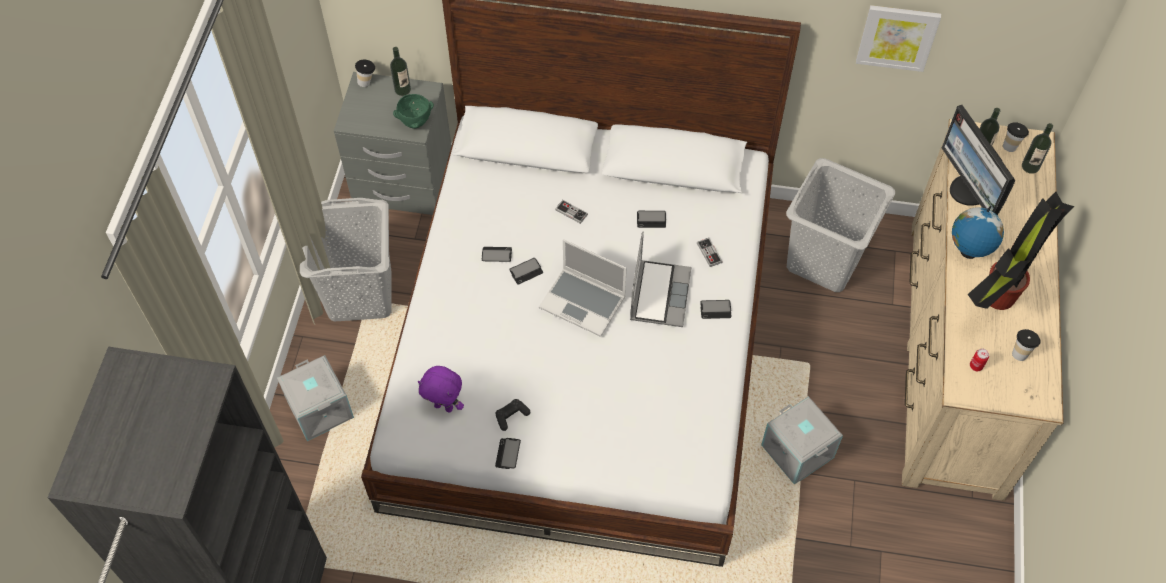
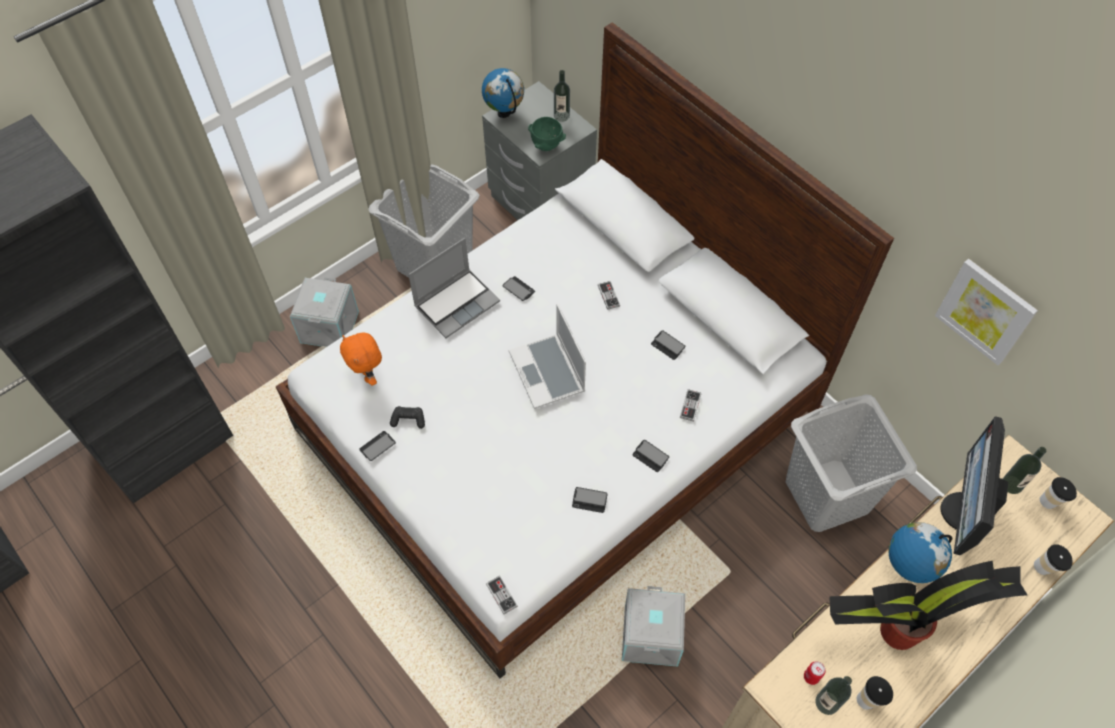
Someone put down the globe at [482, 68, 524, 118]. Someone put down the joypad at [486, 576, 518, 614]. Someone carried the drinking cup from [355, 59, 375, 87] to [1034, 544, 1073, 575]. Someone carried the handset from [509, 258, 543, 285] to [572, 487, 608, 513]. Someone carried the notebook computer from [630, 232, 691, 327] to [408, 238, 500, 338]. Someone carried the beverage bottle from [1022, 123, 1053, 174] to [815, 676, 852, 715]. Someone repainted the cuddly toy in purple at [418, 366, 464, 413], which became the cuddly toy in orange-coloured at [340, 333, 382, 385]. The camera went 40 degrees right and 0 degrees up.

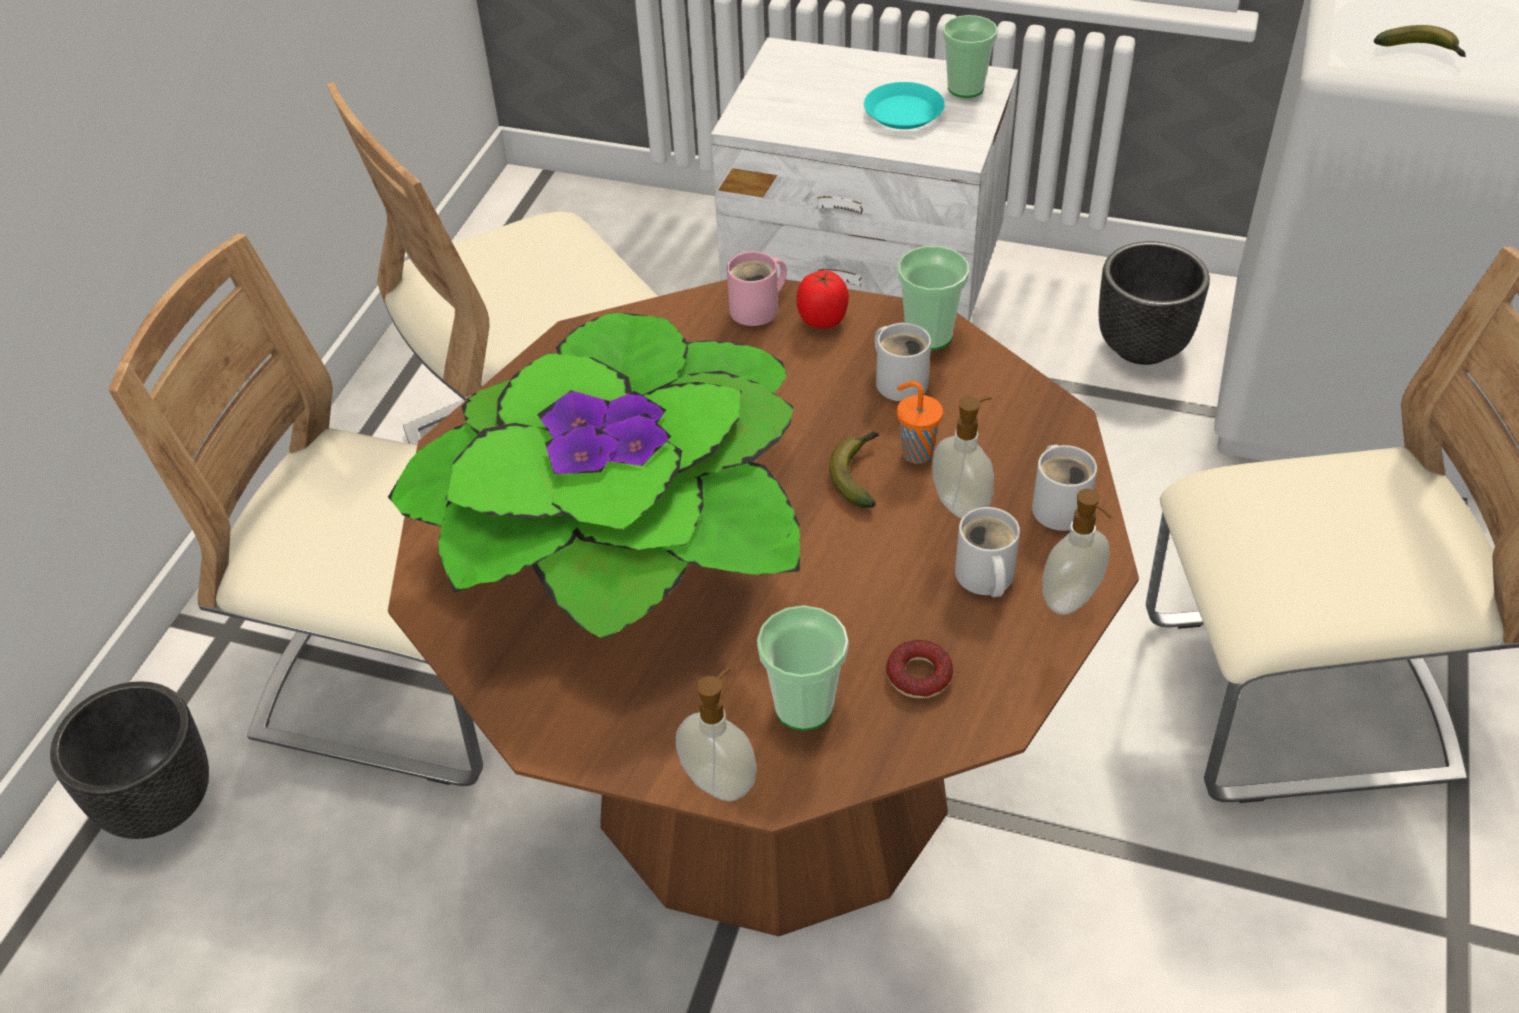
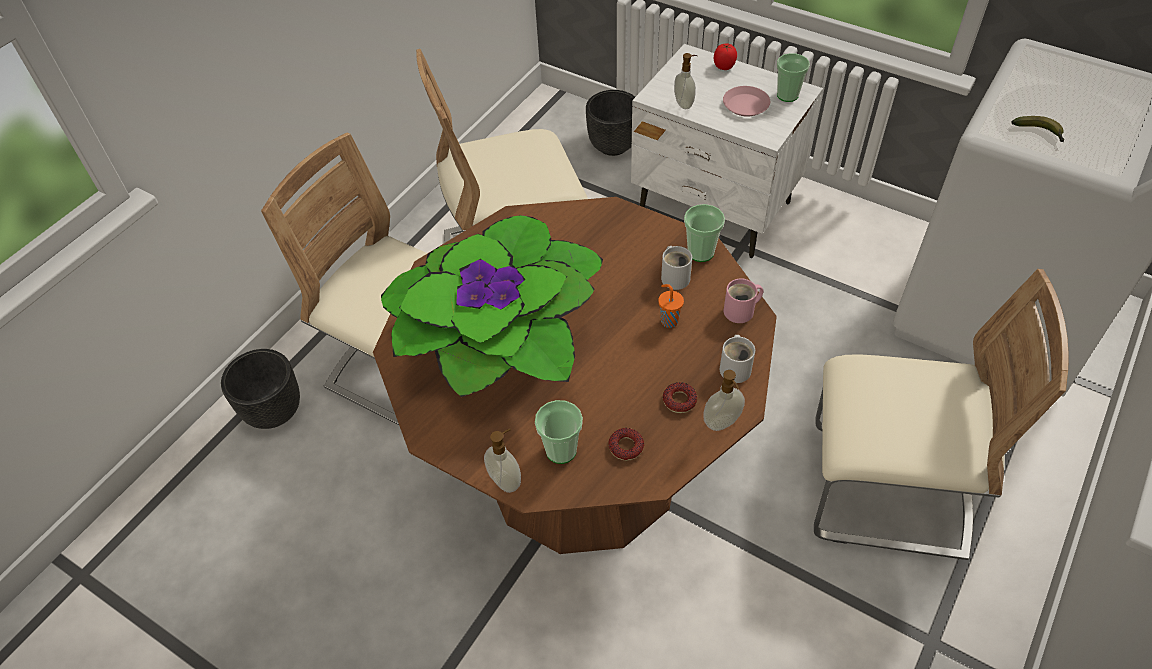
Someone took away the whole banana at [829, 432, 879, 508]. Someone carried the coffee mug in pinkish from [727, 251, 787, 326] to [724, 278, 763, 323]. Someone carried the fresh tomato from [797, 270, 849, 329] to [714, 43, 737, 70]. Someone carried the soap bottle from [932, 396, 994, 519] to [674, 53, 698, 109]. Someone carried the flower pot in black from [1098, 241, 1210, 365] to [586, 90, 635, 156]. Someone swapped the coffee mug in white-coloured at [955, 507, 1020, 597] for the donut at [663, 382, 697, 413]. Someone repainted the plate in turquoise-coloured at [864, 82, 945, 129], which became the plate in pinkish at [723, 86, 770, 117]. The camera went 15 degrees right and 5 degrees up.

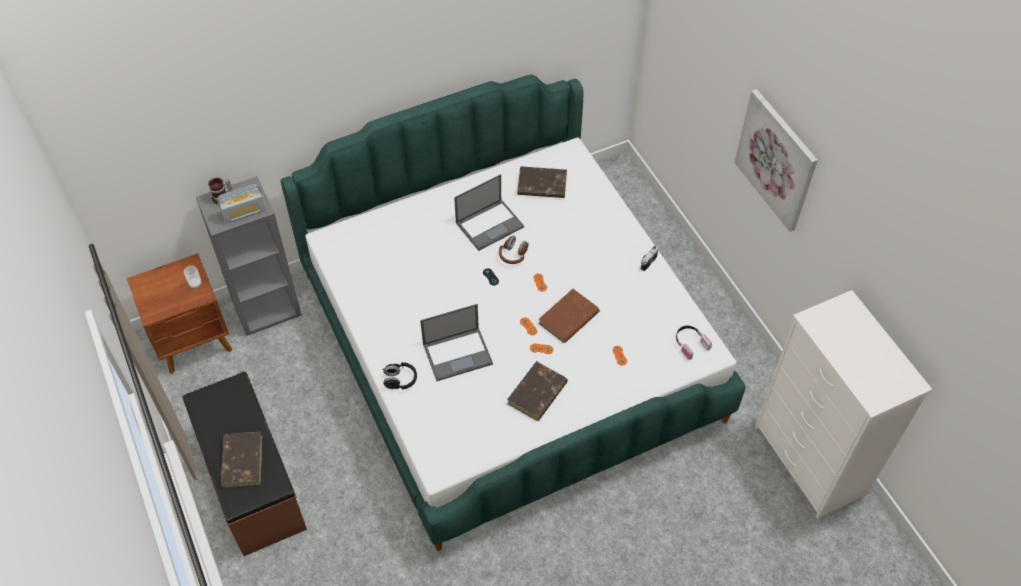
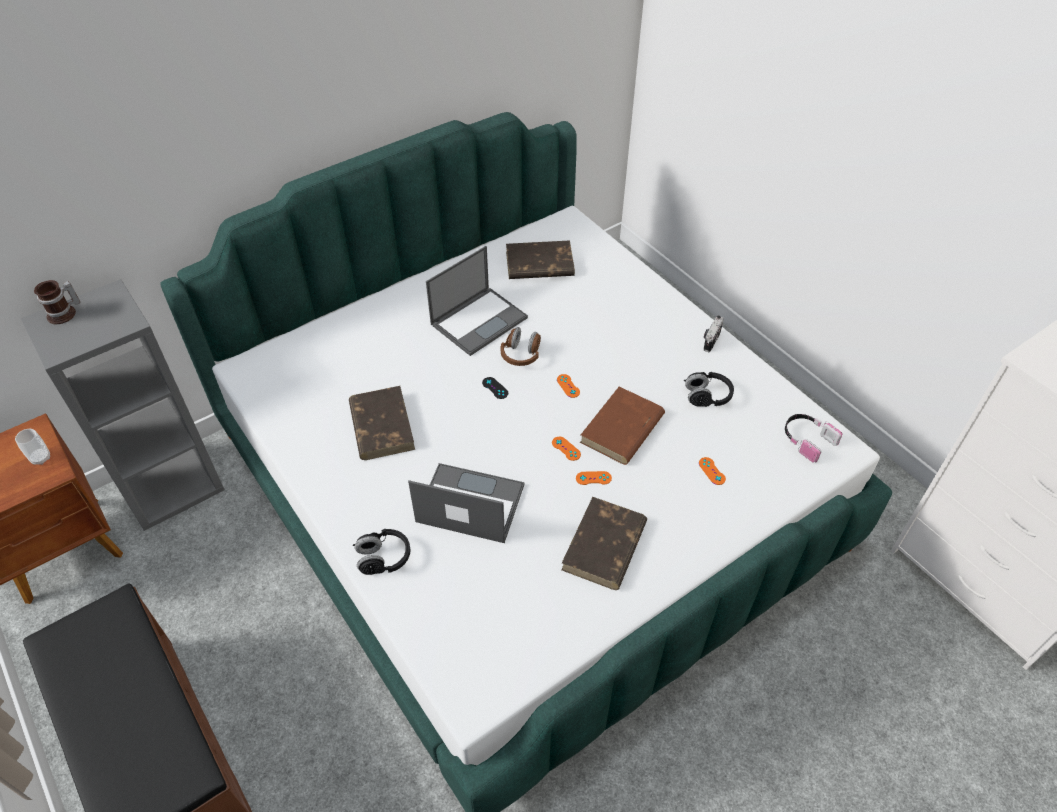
Someone took away the radio receiver at [217, 184, 266, 223]. Someone took away the picture at [734, 89, 818, 232]. Someone put down the pair of headphones in black at [684, 372, 734, 407]. Someone carried the bound book in brown from [220, 431, 262, 488] to [349, 386, 415, 460]. Someone rotated the notebook computer at [420, 304, 493, 381] by 135 degrees counterclockwise. The camera went 10 degrees left and 5 degrees down.

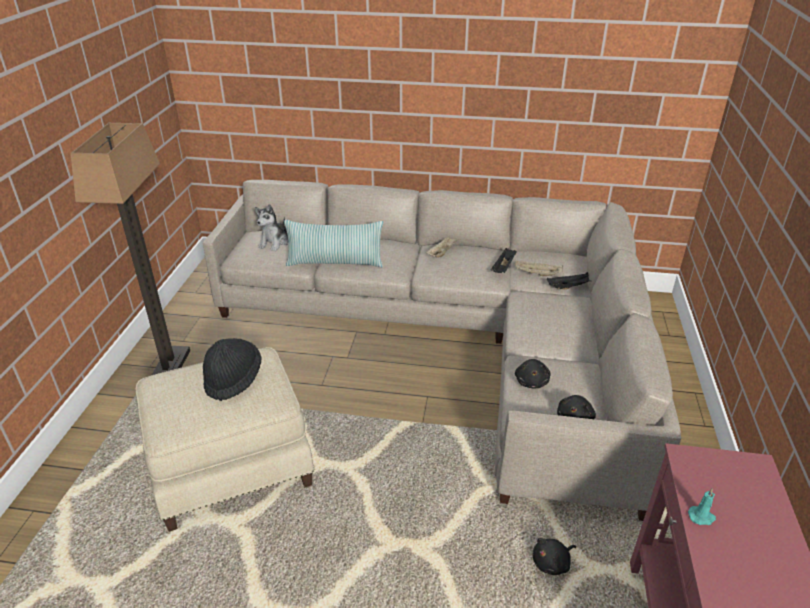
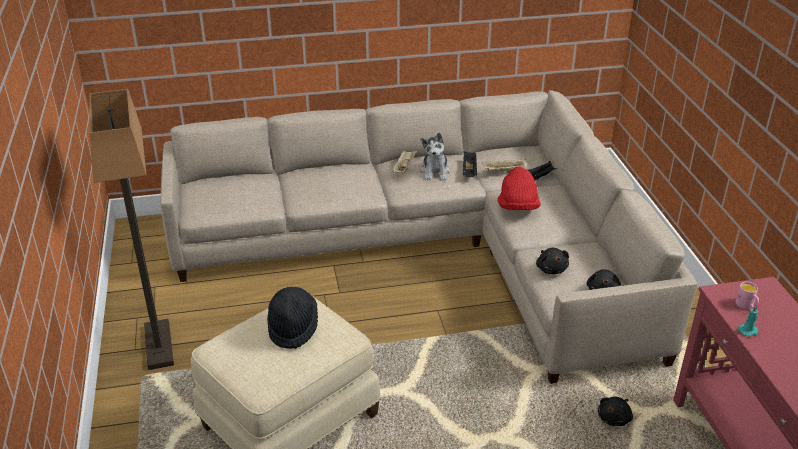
Someone took away the cushion at [284, 220, 383, 267]. Someone put down the hat in red-coloured at [498, 166, 541, 210]. Someone put down the coffee mug in pinkish at [736, 282, 759, 309]. Someone carried the cuddly toy from [255, 204, 289, 251] to [420, 133, 450, 181]. The camera went 20 degrees left and 0 degrees up.

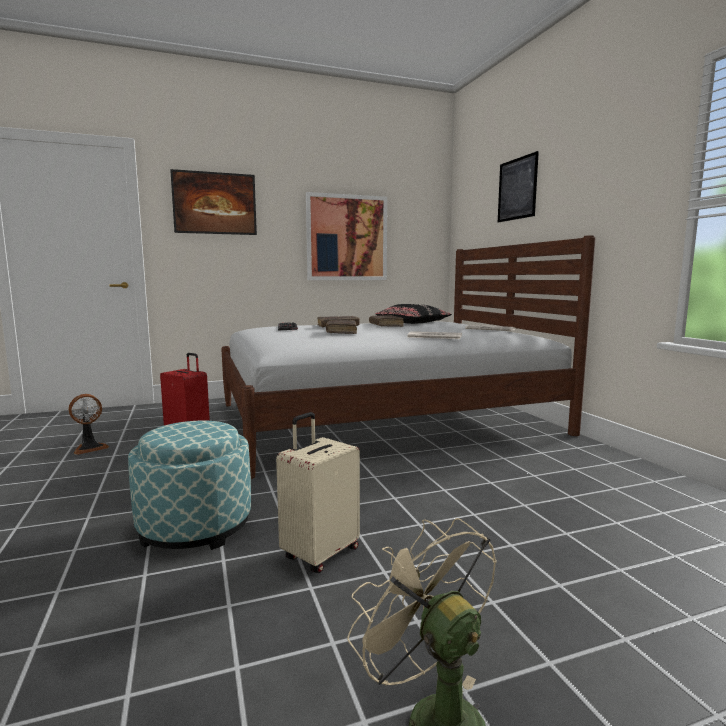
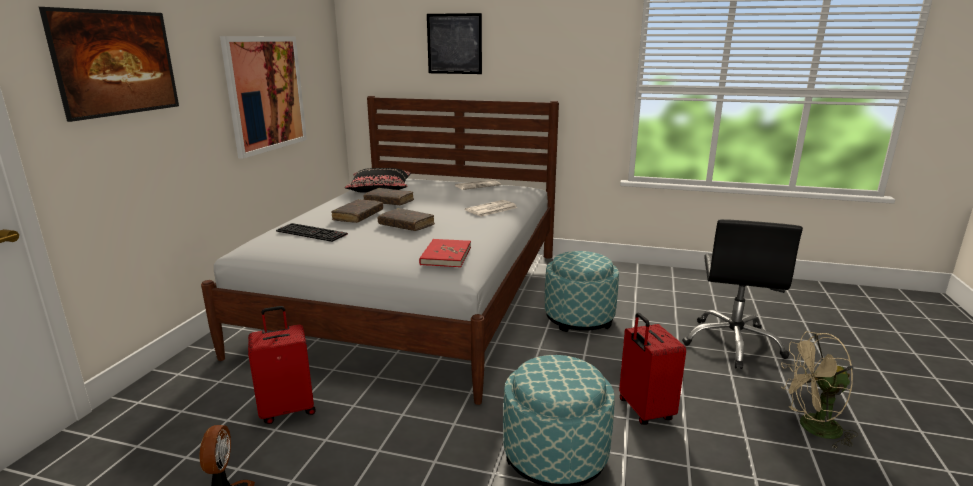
Someone put down the bound book in red-coloured at [419, 239, 471, 267]. Someone put down the ottoman at [545, 251, 619, 332]. Someone put down the desk chair in black at [682, 219, 803, 369]. Someone repainted the suitcase in sand-coloured at [276, 412, 360, 573], which became the suitcase in red-coloured at [619, 313, 686, 425]. The camera went 55 degrees left and 10 degrees up.

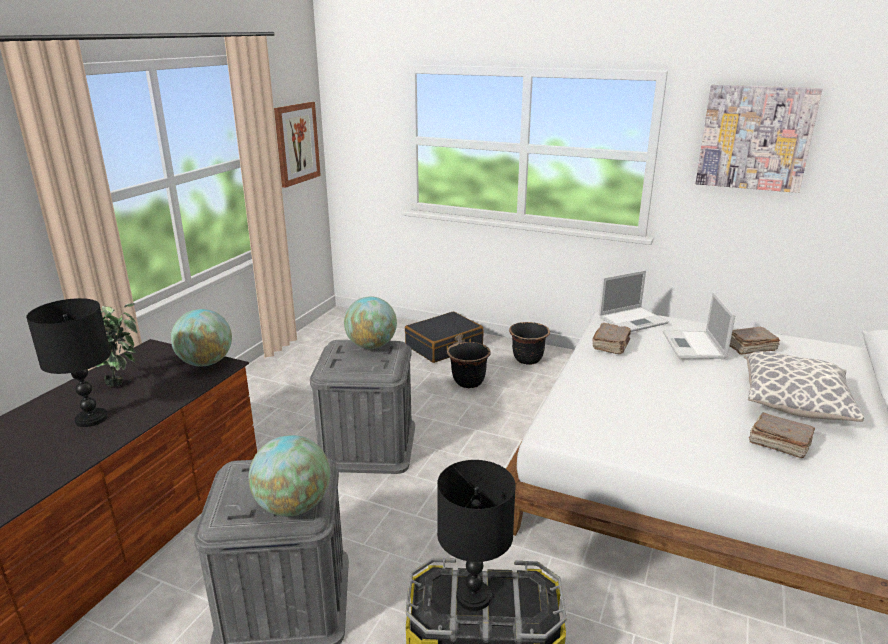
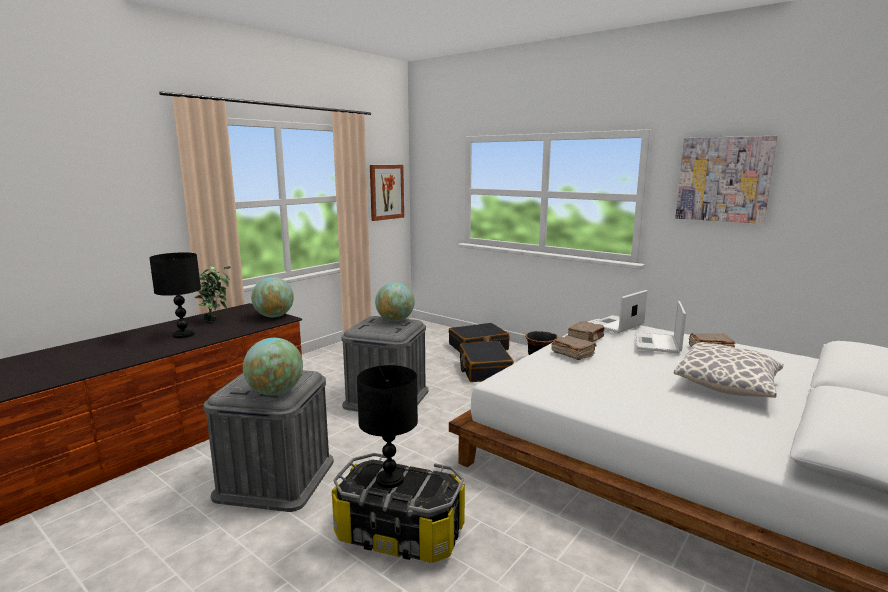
Someone carried the bound book in brown from [749, 413, 815, 458] to [551, 335, 597, 360]. Someone swapped the flower pot in black at [447, 342, 491, 388] for the suitcase in black at [459, 341, 514, 382]. Someone rotated the notebook computer at [599, 270, 669, 332] by 150 degrees clockwise. The camera went 15 degrees right and 10 degrees down.

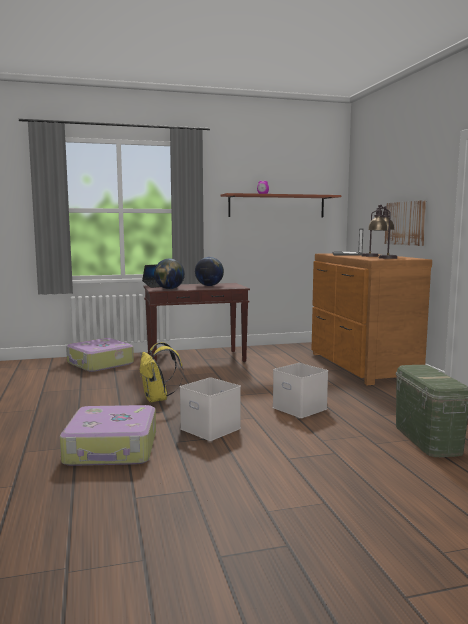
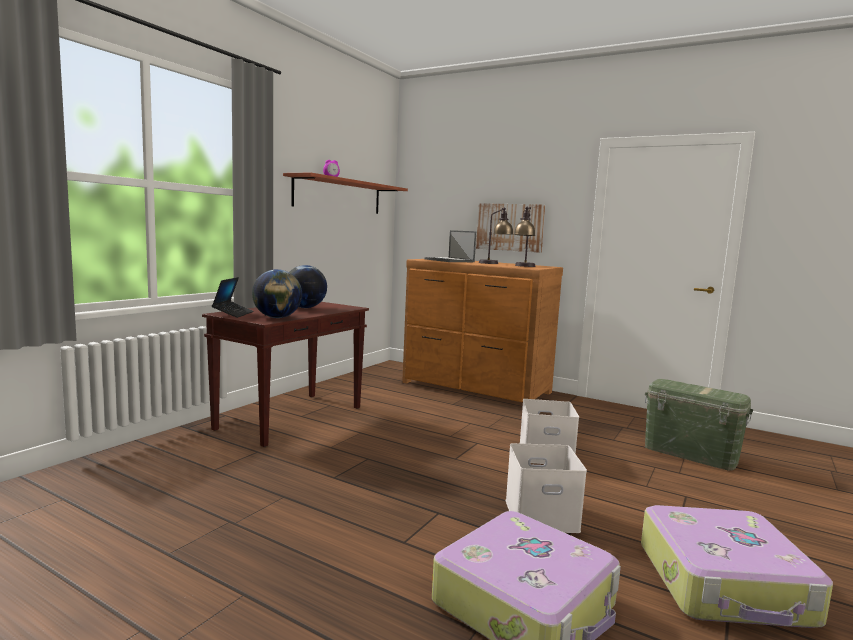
Someone took away the rucksack in yellow at [140, 342, 184, 402]. Someone carried the suitcase from [66, 338, 134, 372] to [641, 505, 833, 628]. The camera went 45 degrees left and 0 degrees up.

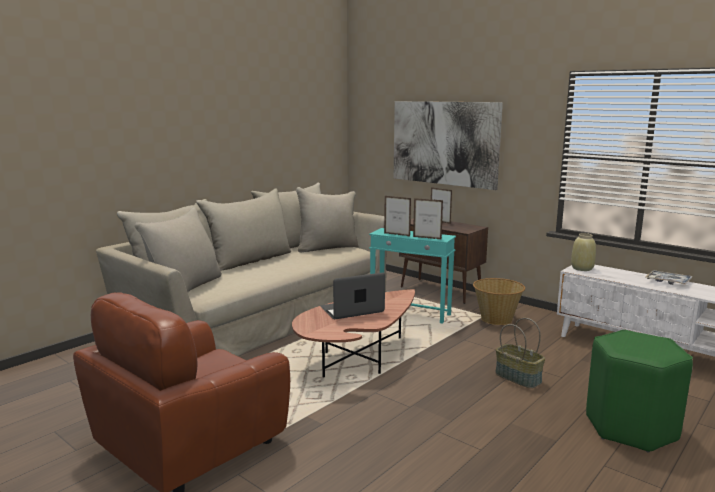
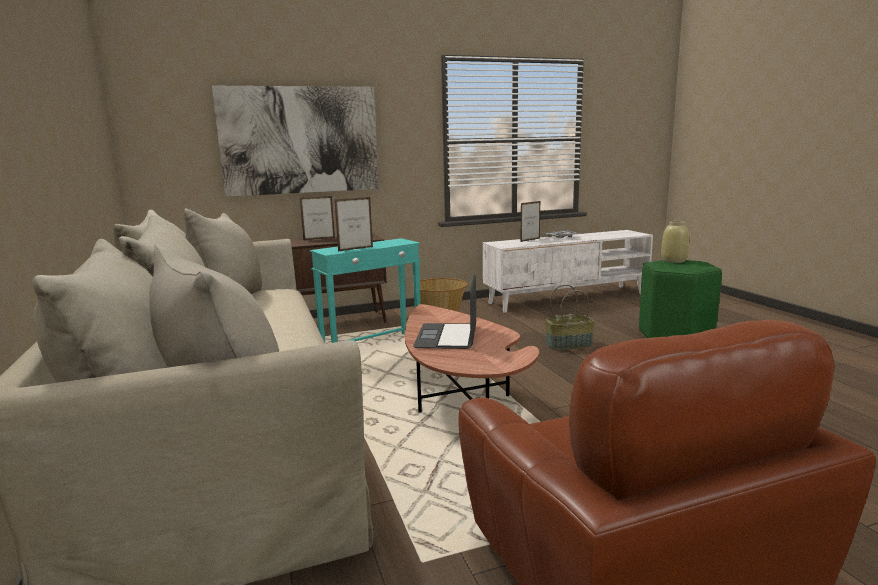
Someone carried the photo frame from [413, 198, 443, 240] to [521, 201, 540, 242]. Someone carried the flower vase in sand-coloured from [571, 233, 596, 271] to [661, 221, 689, 263]. The camera went 60 degrees left and 0 degrees up.

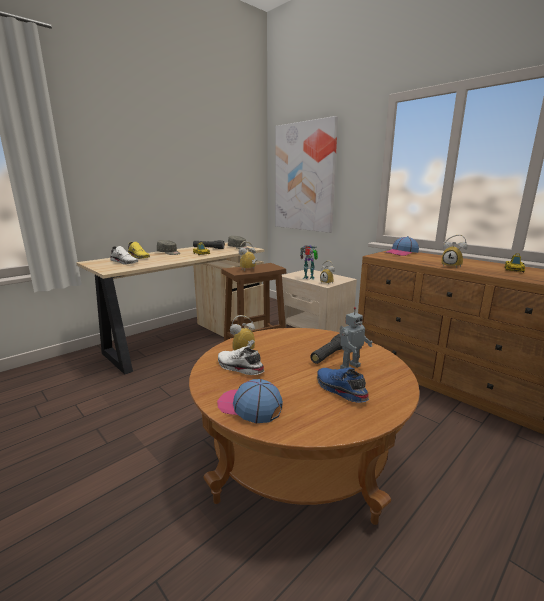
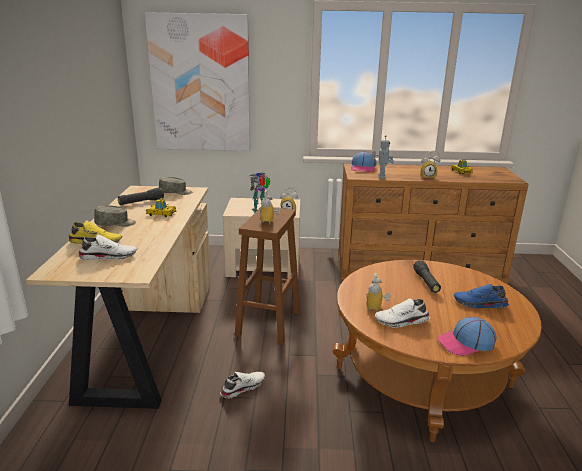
Someone put down the low shoe in white-coloured at [220, 372, 265, 398]. Someone carried the model robot from [339, 307, 373, 369] to [372, 135, 394, 179]. The camera went 45 degrees left and 5 degrees up.

